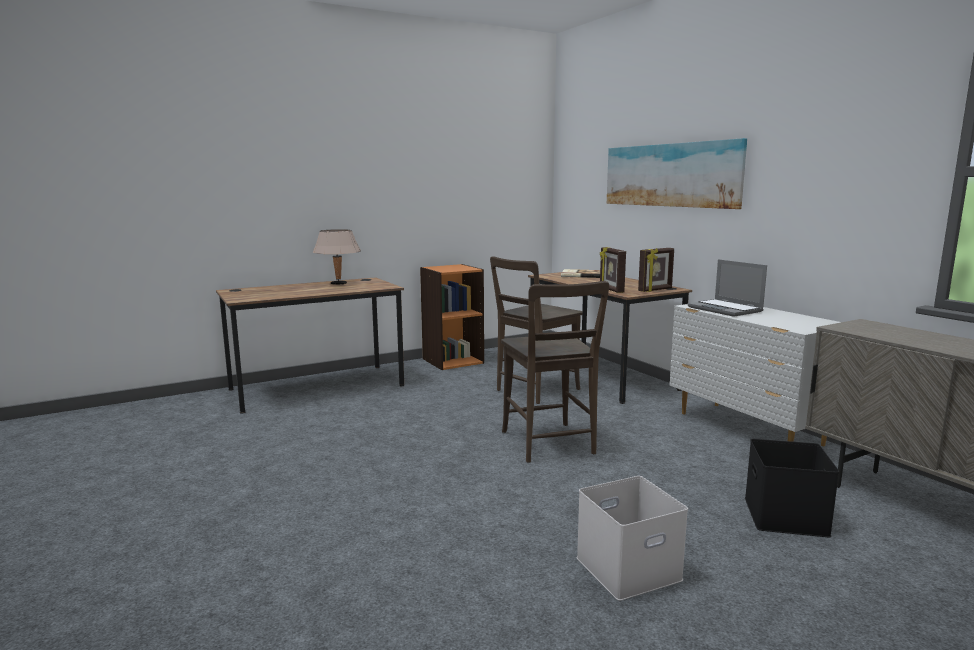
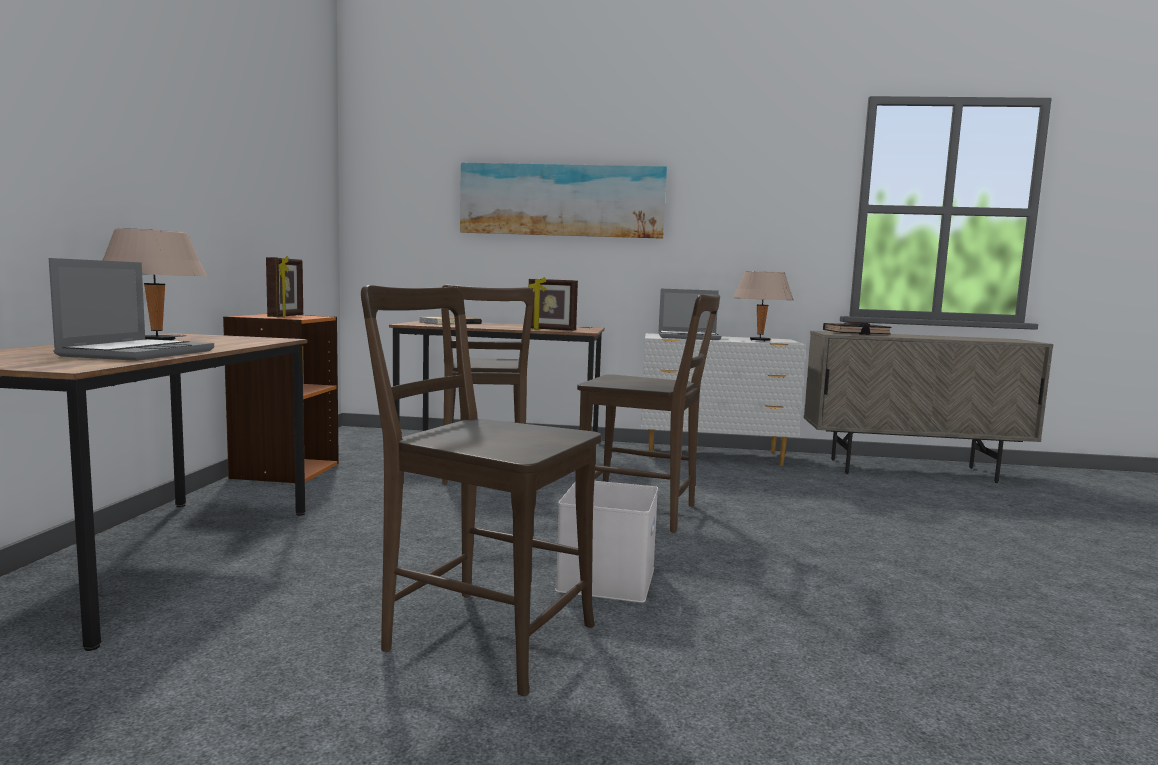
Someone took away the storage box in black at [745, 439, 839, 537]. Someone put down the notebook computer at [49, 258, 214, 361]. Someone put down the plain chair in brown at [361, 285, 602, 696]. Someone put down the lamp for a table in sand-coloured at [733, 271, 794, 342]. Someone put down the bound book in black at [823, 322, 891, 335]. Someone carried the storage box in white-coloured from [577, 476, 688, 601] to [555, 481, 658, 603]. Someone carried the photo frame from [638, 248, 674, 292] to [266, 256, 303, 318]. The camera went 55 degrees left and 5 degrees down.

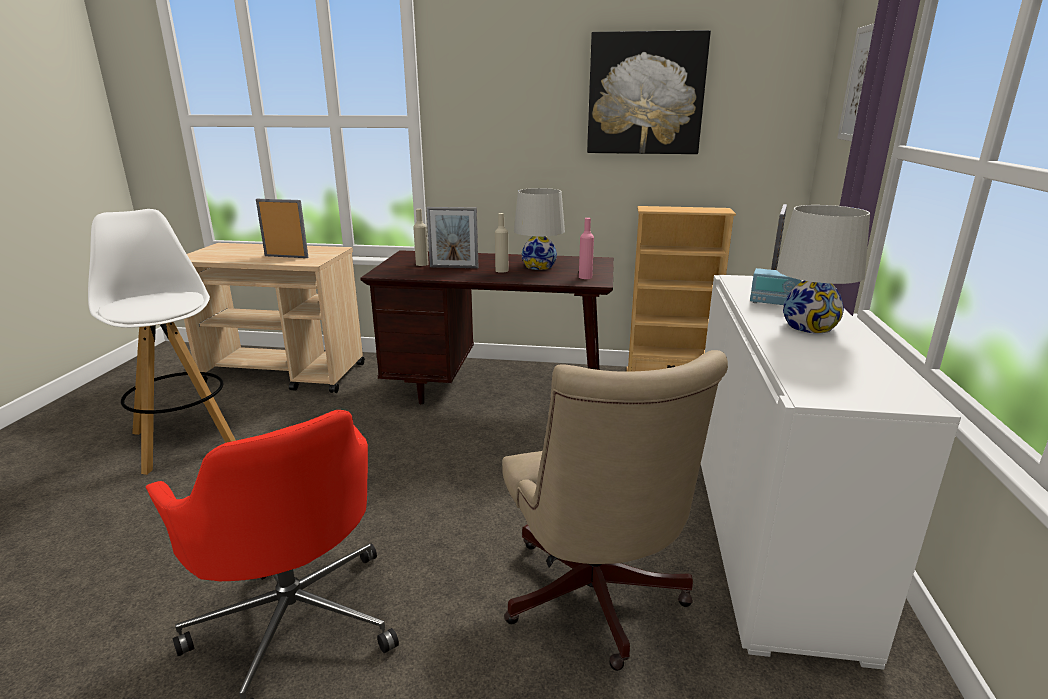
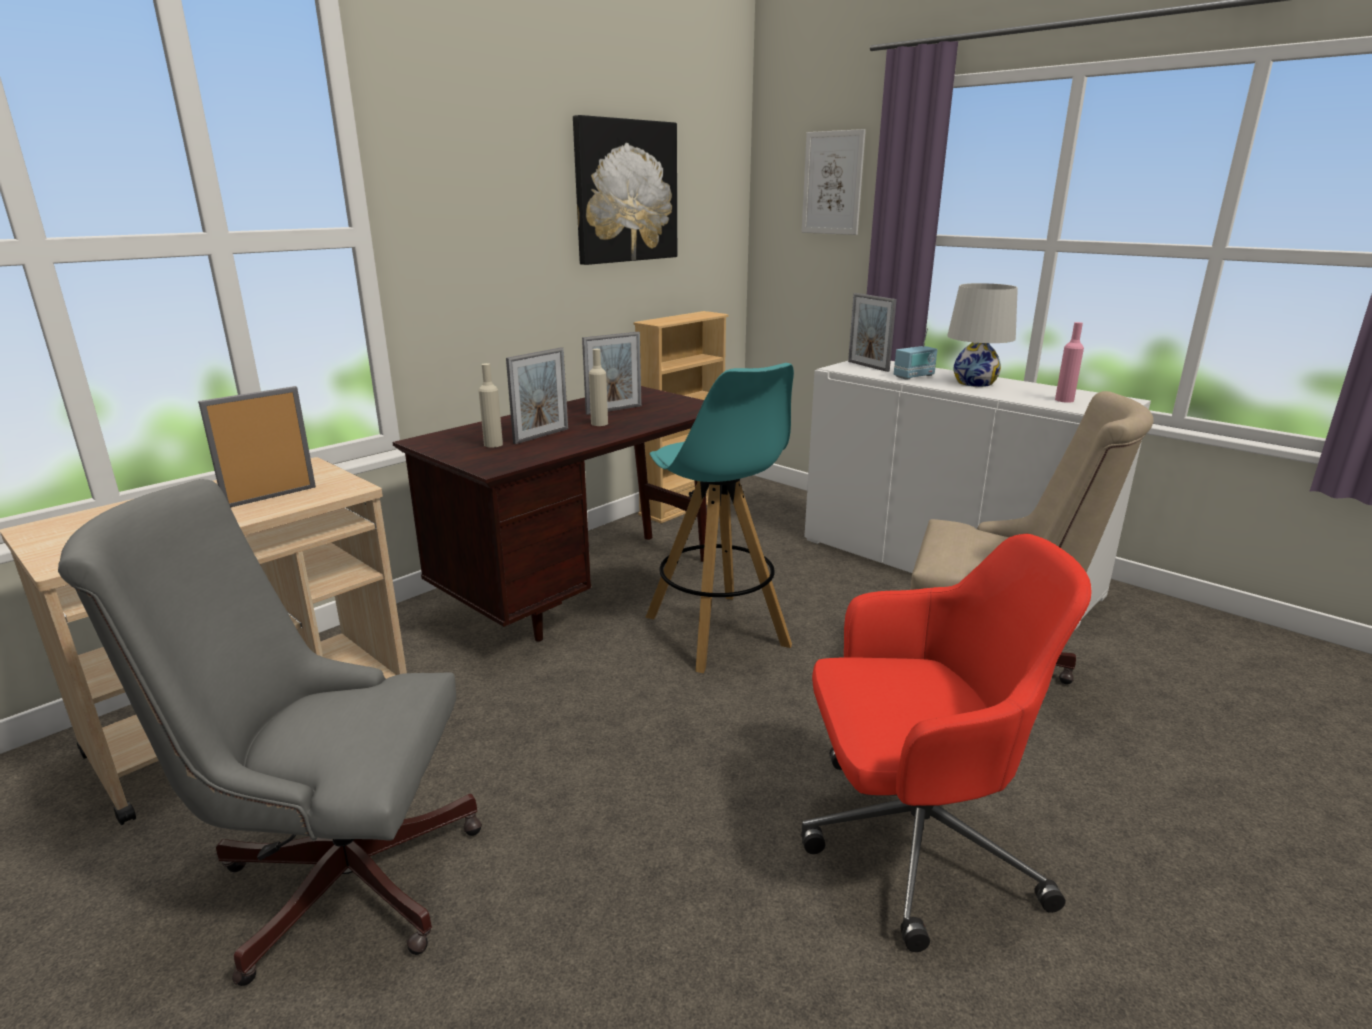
Someone put down the stool in turquoise-coloured at [645, 363, 794, 673]. Someone carried the beverage bottle in pinkish from [579, 218, 594, 279] to [1055, 322, 1084, 403]. Someone swapped the stool in white-coloured at [88, 209, 236, 475] for the desk chair in greyish at [58, 479, 482, 986]. Someone swapped the lamp for a table in white-coloured at [514, 188, 565, 270] for the photo frame at [582, 332, 642, 415]. The camera went 55 degrees left and 0 degrees up.

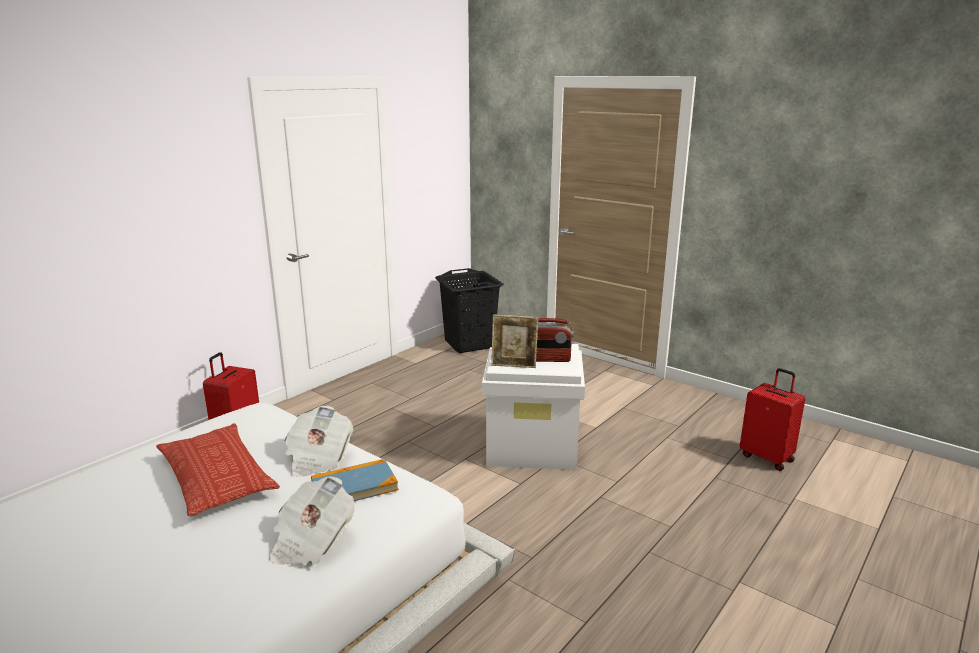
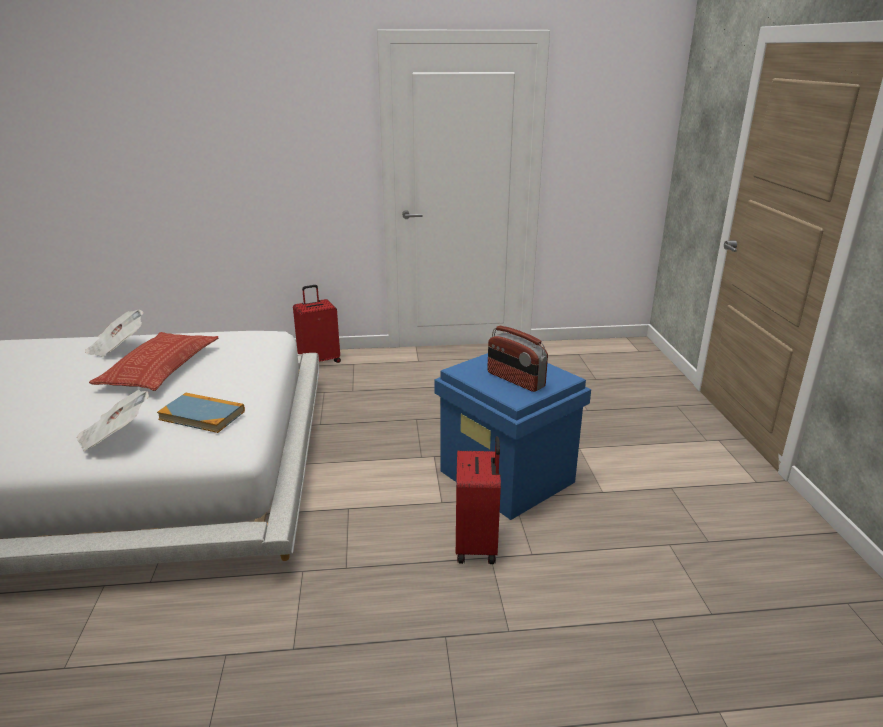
Someone took away the washing basket in black at [435, 268, 504, 353]. Someone took away the photo frame at [491, 314, 538, 368]. Someone carried the newspaper from [285, 406, 353, 477] to [85, 310, 144, 357]. Someone carried the suitcase in red-coloured from [740, 368, 805, 471] to [456, 437, 501, 564]. Someone repainted the storage box in white-coloured at [482, 344, 585, 470], which became the storage box in blue at [434, 353, 591, 520]. The camera went 45 degrees right and 5 degrees up.

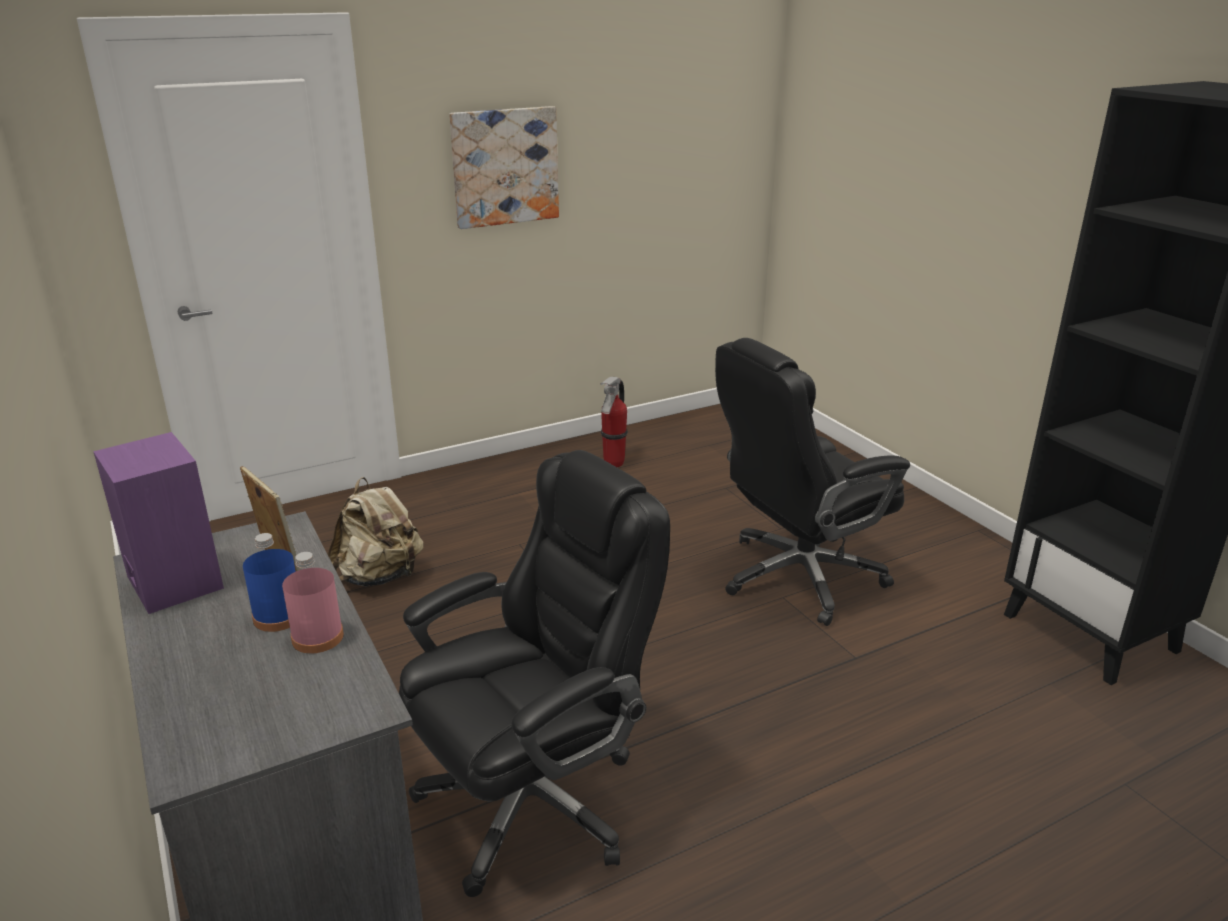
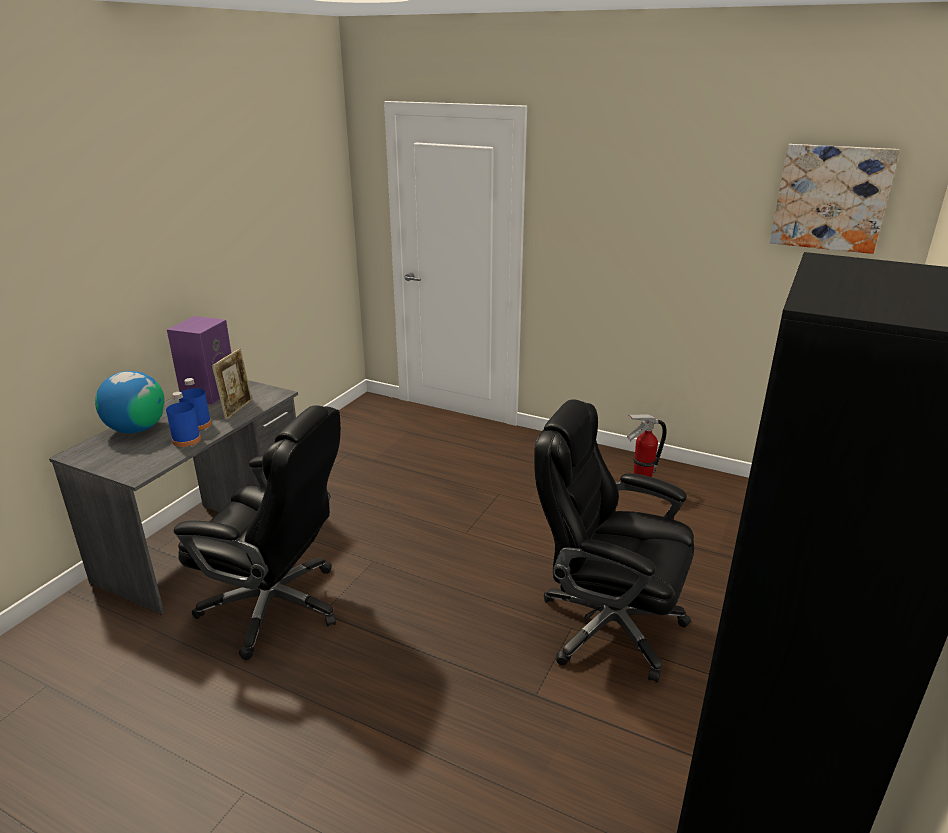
Someone took away the rucksack in sand-coloured at [328, 477, 424, 587]. Someone put down the globe at [95, 371, 165, 433]. Someone carried the picture from [449, 106, 559, 229] to [770, 144, 900, 254]. Someone repainted the beverage bottle in pinkish at [282, 552, 344, 654], which became the beverage bottle in blue at [166, 392, 201, 447]. The camera went 55 degrees right and 0 degrees up.

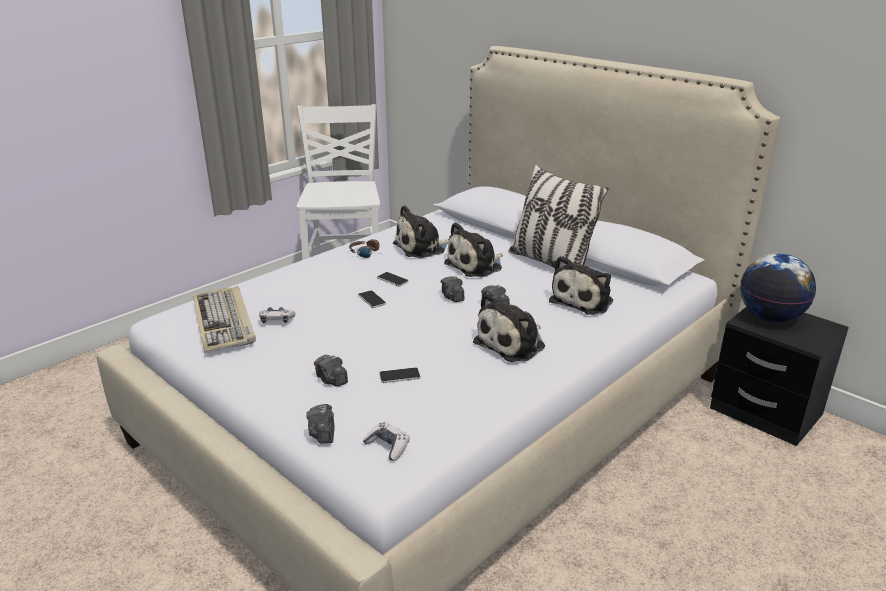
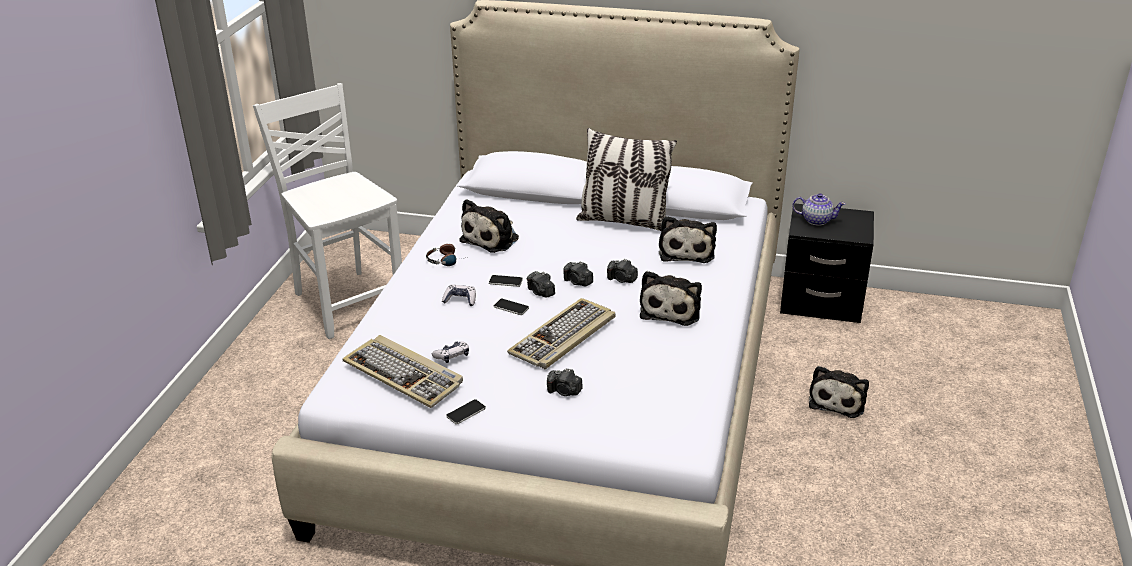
Someone put down the PC keyboard at [507, 298, 616, 369]. Someone carried the photo camera from [306, 404, 335, 444] to [527, 271, 555, 298]. Someone carried the joypad from [363, 422, 410, 461] to [442, 284, 476, 306]. Someone carried the handset from [379, 367, 421, 383] to [446, 399, 486, 424]. Someone carried the cuddly toy from [444, 222, 503, 277] to [809, 366, 869, 418]. Someone swapped the globe at [740, 253, 816, 322] for the teapot at [792, 193, 846, 226]. The camera went 30 degrees left and 5 degrees up.

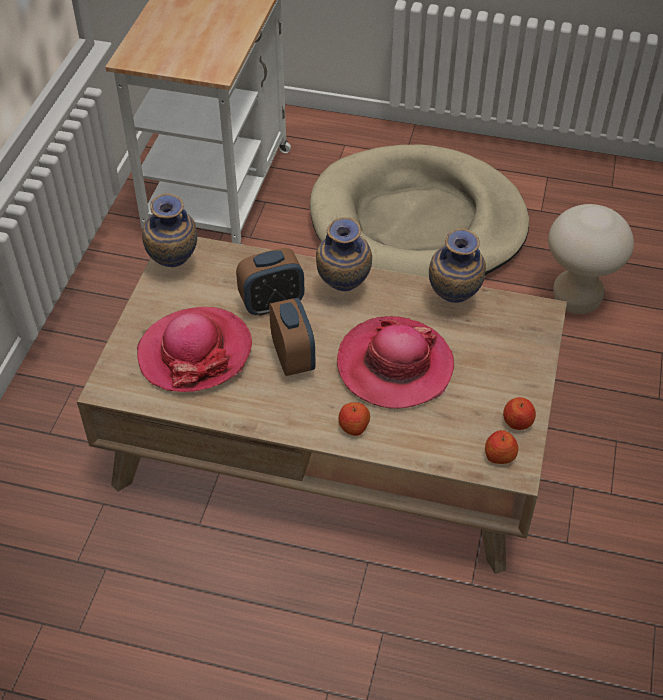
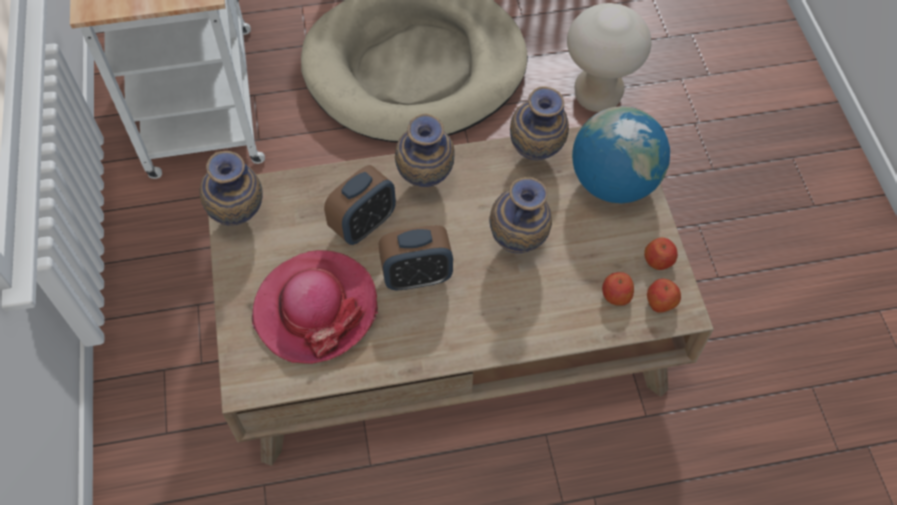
Someone put down the globe at [572, 106, 670, 203]. Someone carried the whole apple from [339, 402, 370, 436] to [602, 272, 634, 306]. Someone swapped the hat at [337, 316, 454, 409] for the flower vase at [489, 177, 552, 253]. Someone rotated the alarm clock at [269, 298, 315, 376] by 120 degrees clockwise. The camera went 25 degrees left and 10 degrees up.

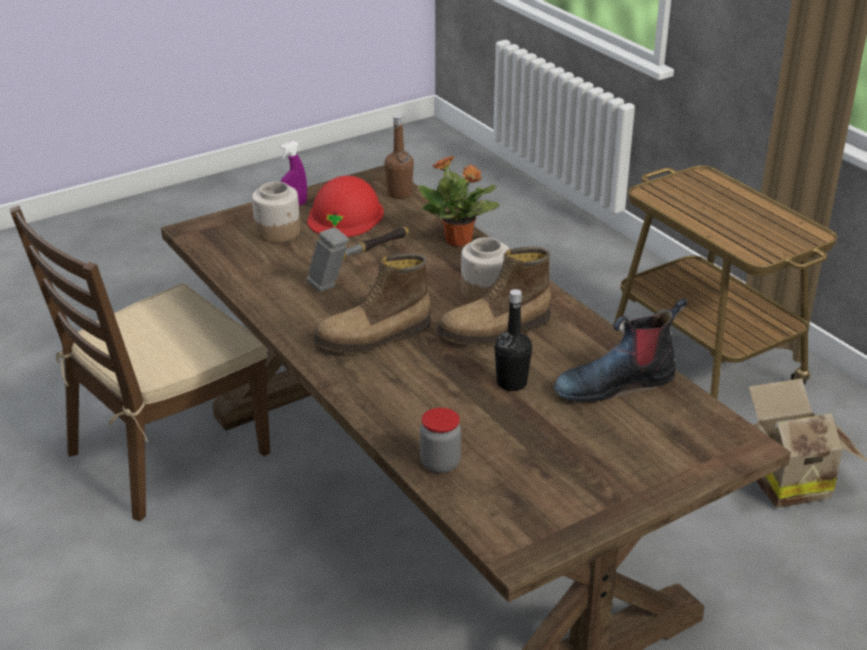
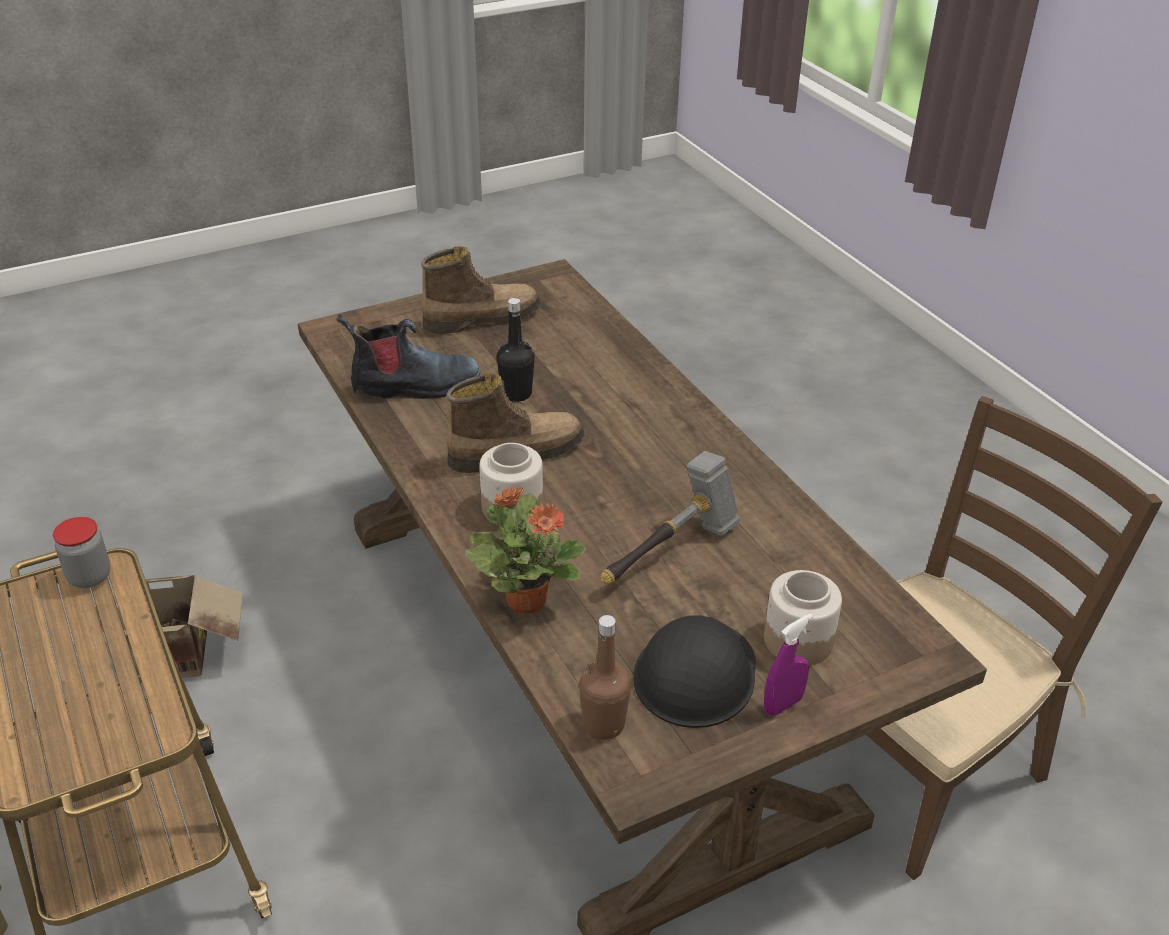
Someone carried the tall boot from [313, 253, 431, 354] to [421, 247, 541, 334]. Someone carried the storage jar from [420, 408, 461, 473] to [53, 517, 111, 588]. Someone repainted the safety helmet in red-coloured at [307, 176, 384, 237], which became the safety helmet in black at [633, 615, 756, 728]. The camera went 175 degrees left and 5 degrees up.

